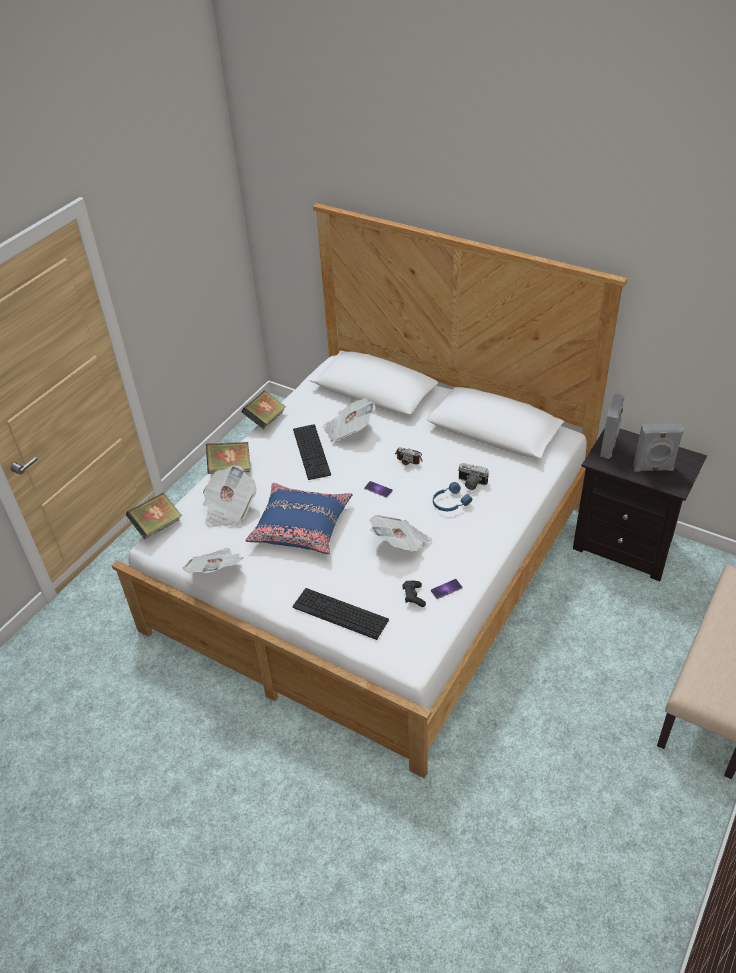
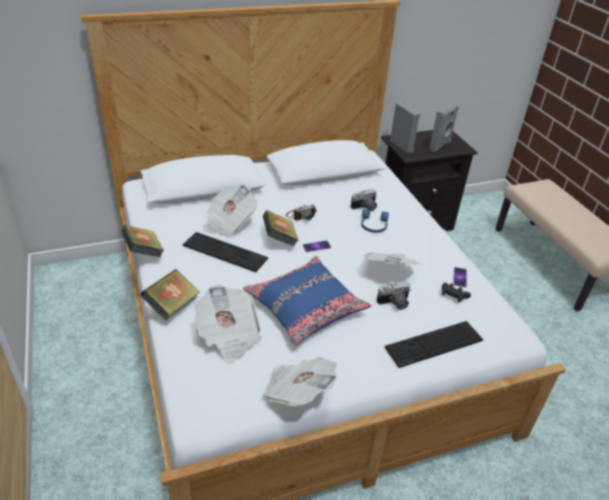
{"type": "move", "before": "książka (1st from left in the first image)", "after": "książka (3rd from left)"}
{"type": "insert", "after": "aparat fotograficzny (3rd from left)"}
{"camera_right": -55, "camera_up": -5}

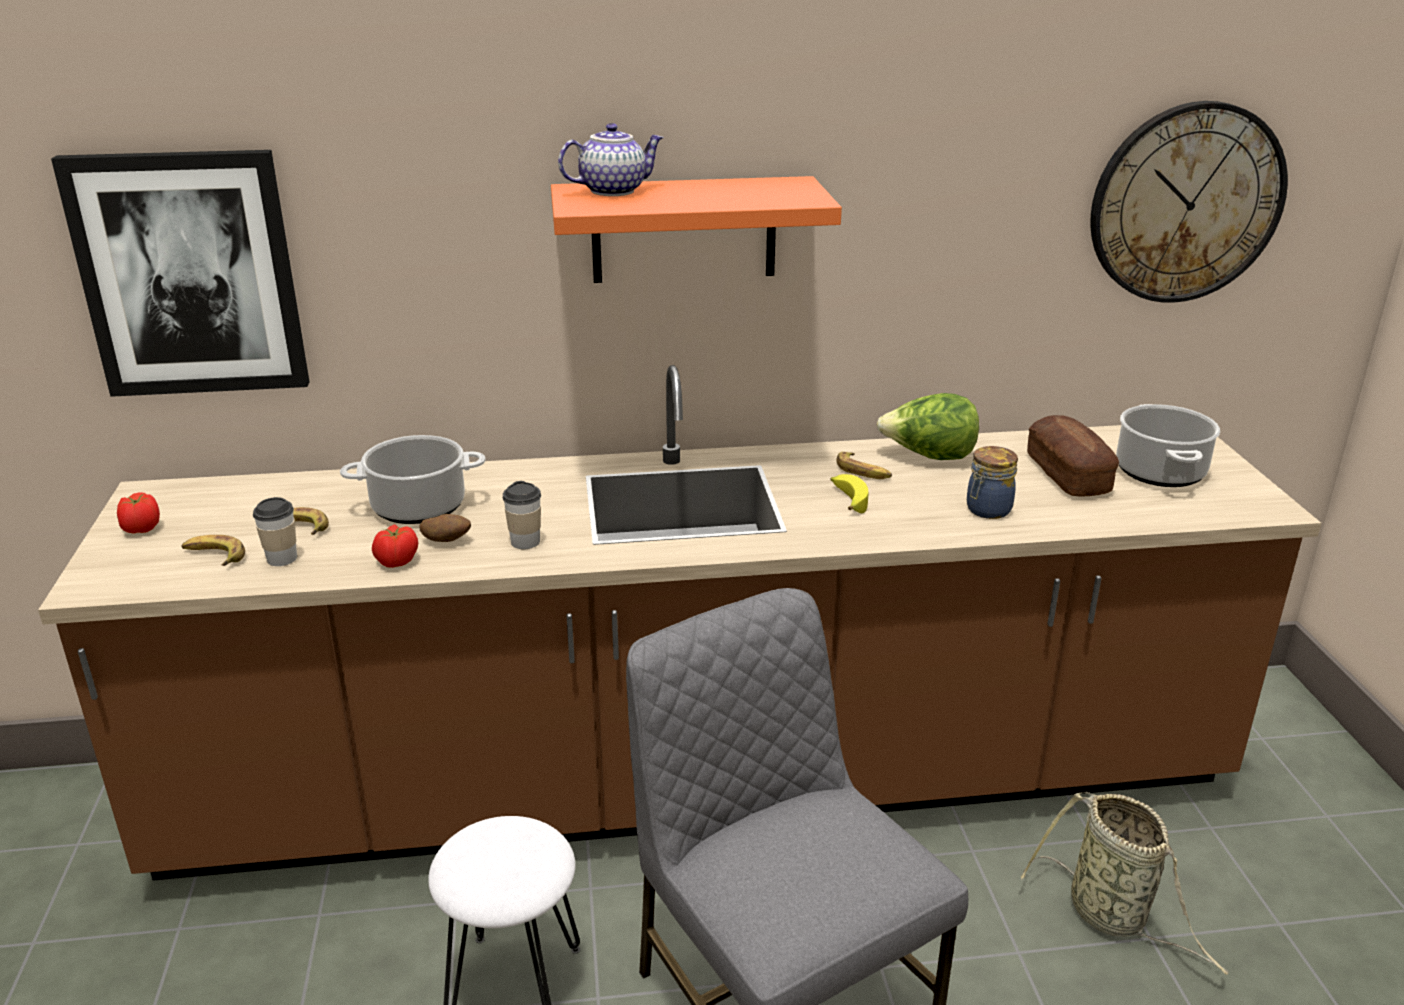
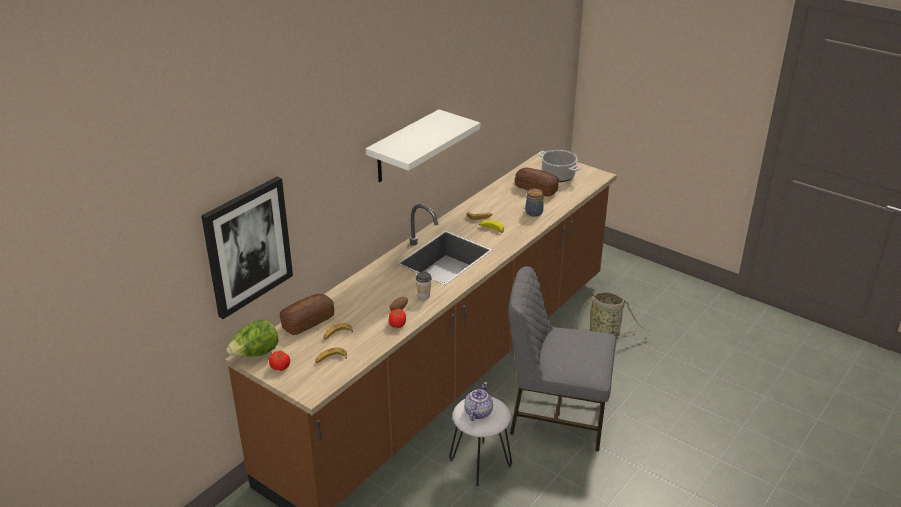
{"type": "delete", "before": "zegar ścienny"}
{"type": "move", "before": "imbryk"}
{"type": "recolor", "before": "półka [pomarańczowy]", "after": "półka [biały]"}
{"type": "move", "before": "sałata"}
{"type": "delete", "before": "garnek (1st from left)"}
{"type": "delete", "before": "filiżanka (1st from left)"}
{"type": "insert", "after": "chleb (1st from left)"}
{"camera_right": -45, "camera_up": 5}

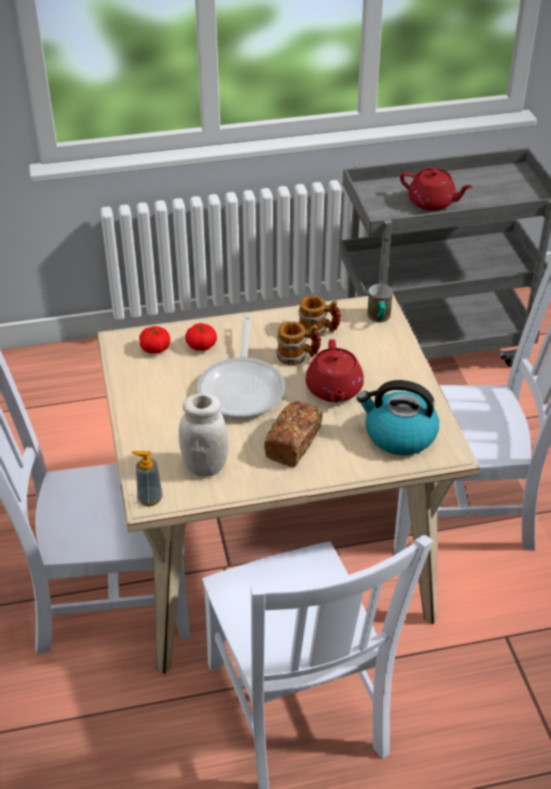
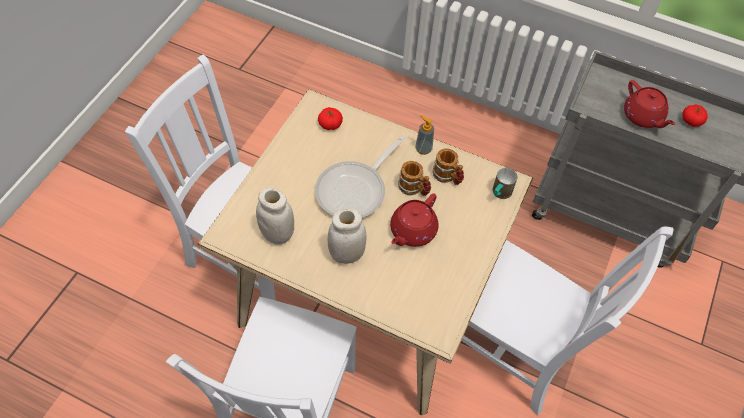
{"type": "move", "before": "pomidor (2nd from left)"}
{"type": "delete", "before": "czajnik"}
{"type": "replace", "before": "chleb", "after": "słoik [biały] (2nd from left)"}
{"type": "move", "before": "dozownik mydła"}
{"camera_right": 35, "camera_up": 15}

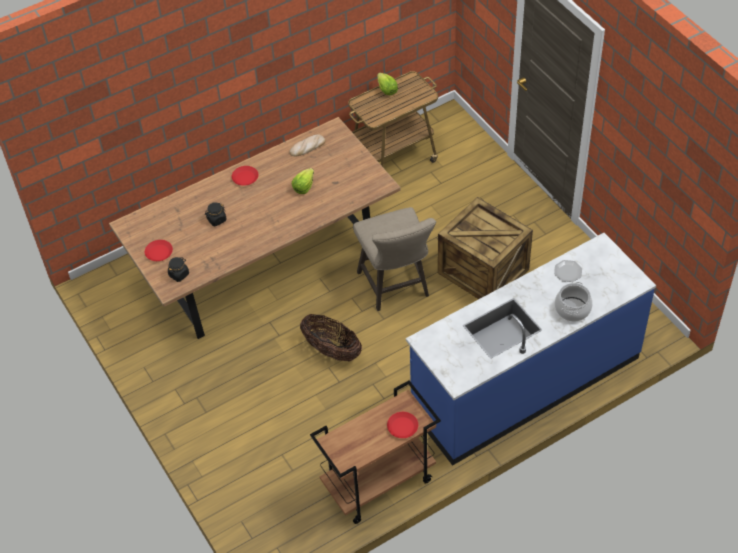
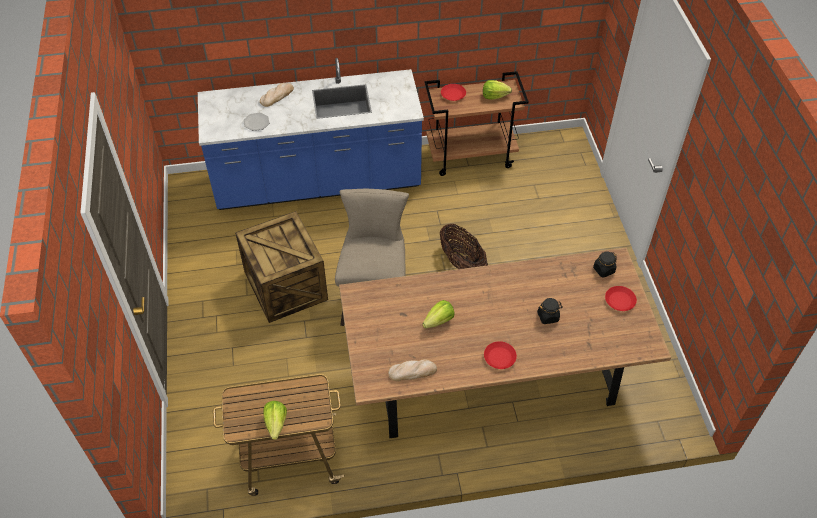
{"type": "replace", "before": "garnek", "after": "chleb (1st from left)"}
{"type": "insert", "after": "sałata (3rd from left)"}
{"camera_right": -160, "camera_up": 0}

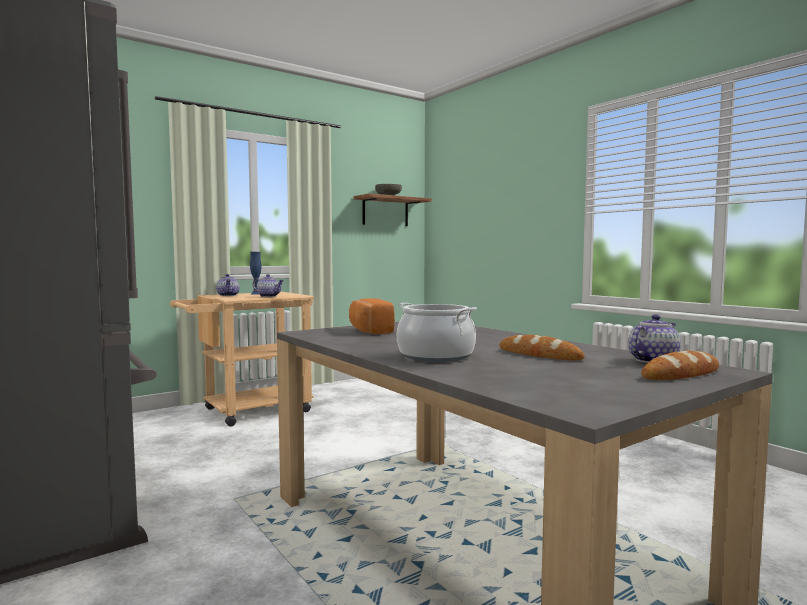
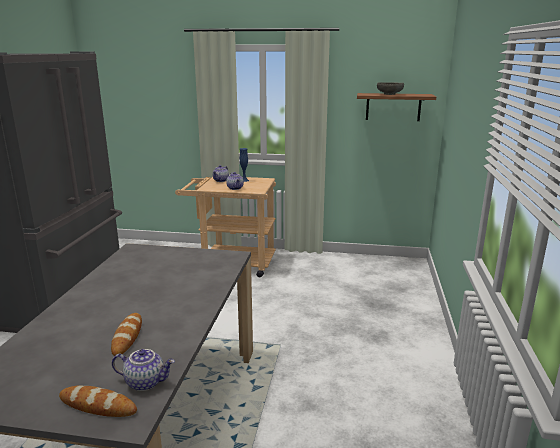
{"type": "delete", "before": "chleb (1st from left)"}
{"type": "delete", "before": "garnek"}
{"camera_right": 45, "camera_up": 15}

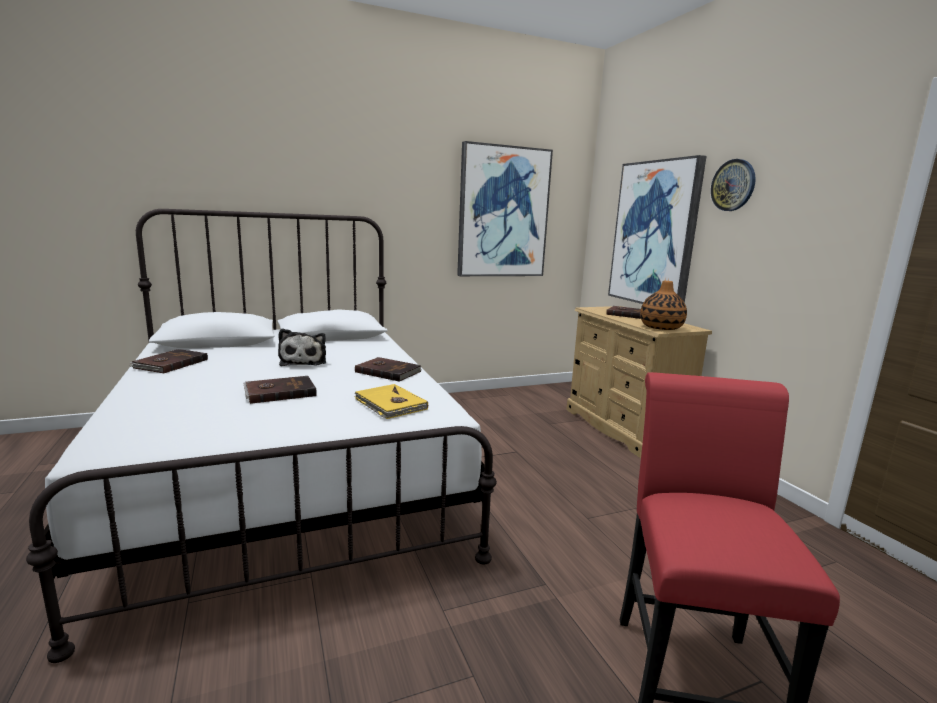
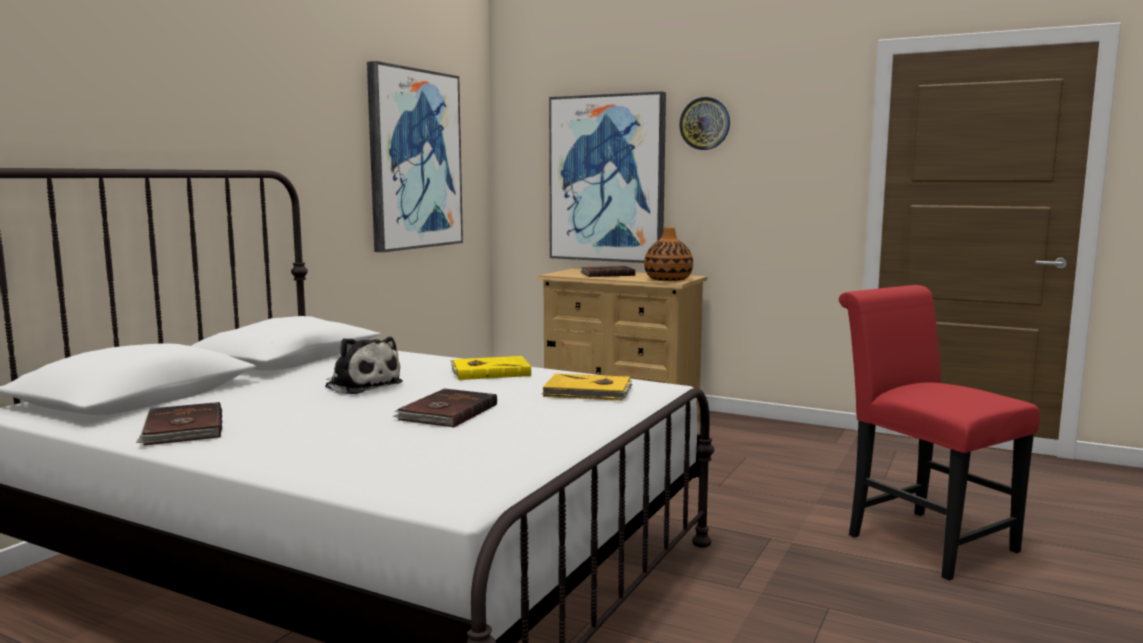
{"type": "recolor", "before": "książka [brązowy] (3rd from left)", "after": "książka [żółty] (1st from left)"}
{"camera_right": -40, "camera_up": -5}

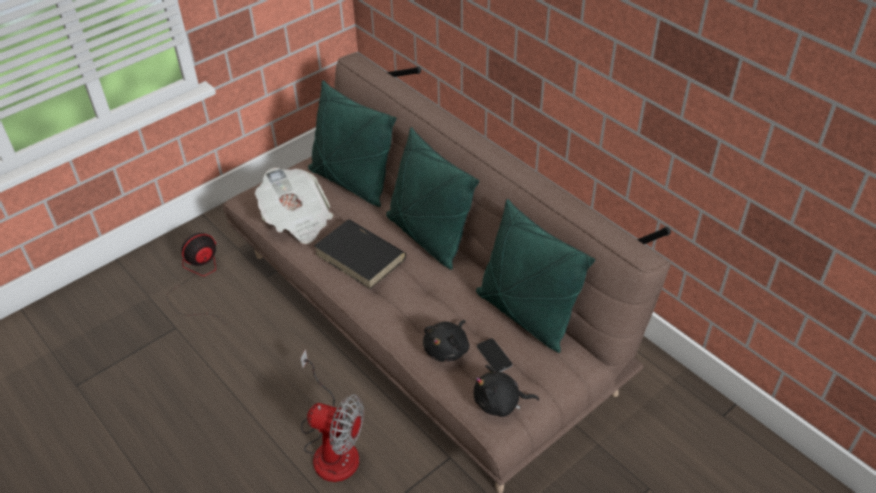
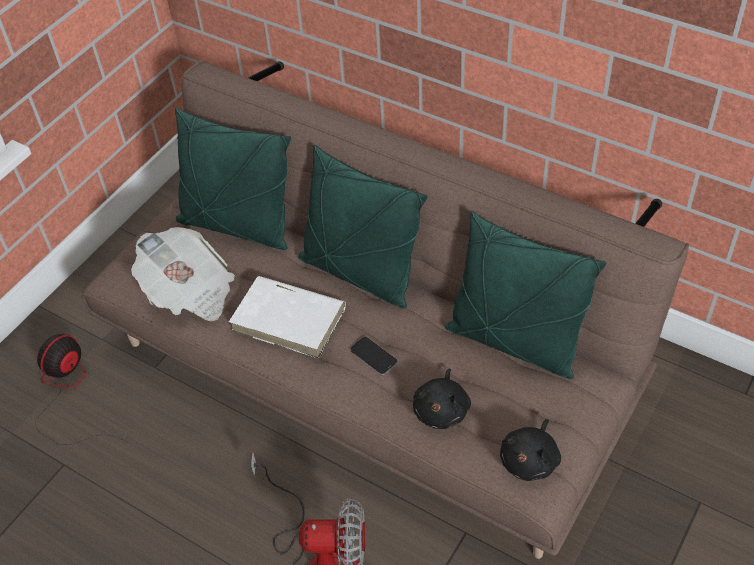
{"type": "recolor", "before": "książka [czarny]", "after": "książka [biały]"}
{"type": "move", "before": "telefon"}
{"type": "rotate", "before": "pluszak [czarny] (2nd from left)", "turn": -45}
{"camera_right": -15, "camera_up": 5}

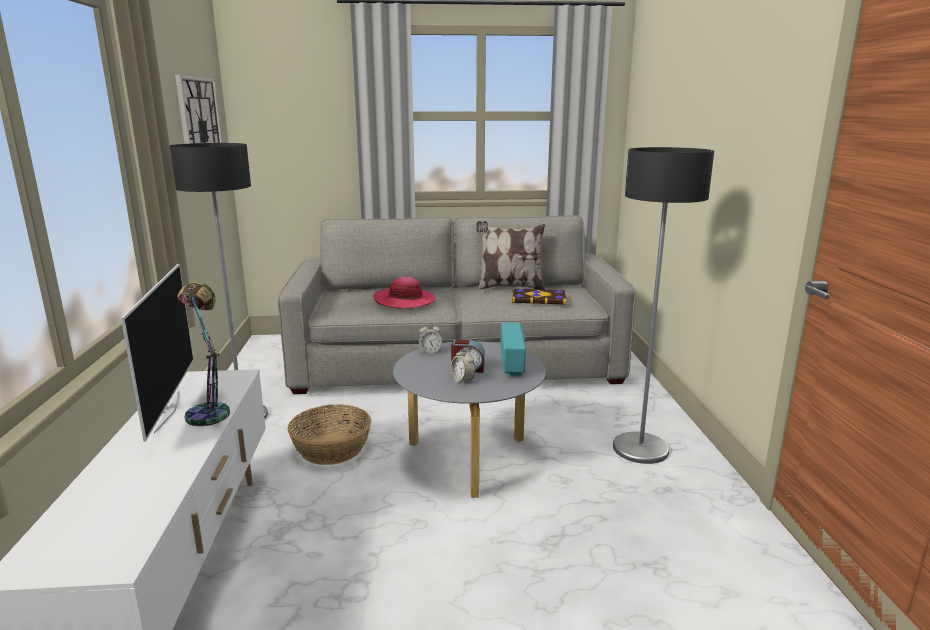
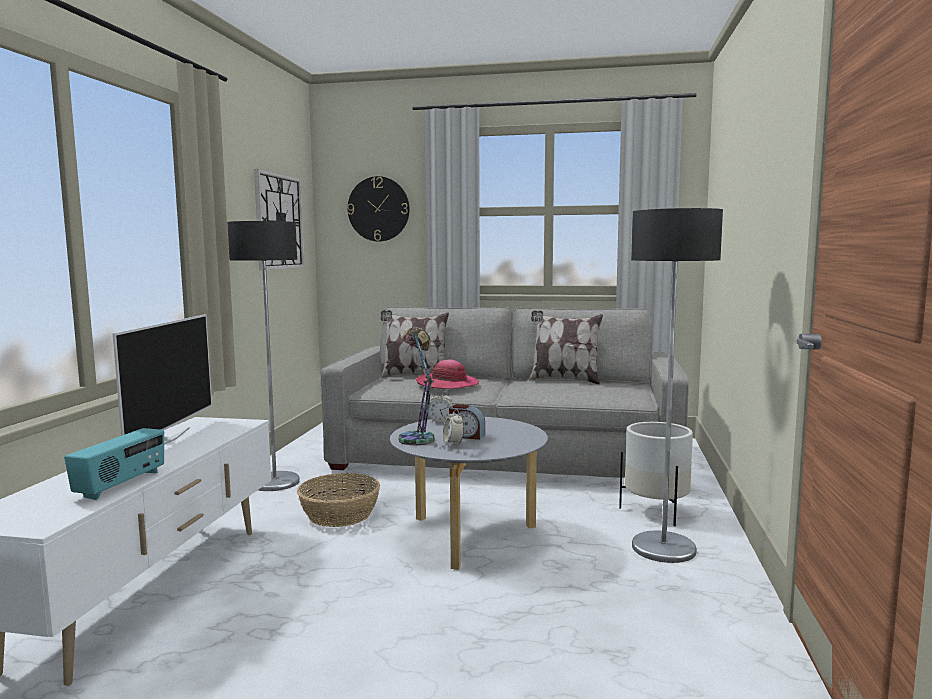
{"type": "move", "before": "lampa stołowa"}
{"type": "delete", "before": "książka"}
{"type": "move", "before": "radio"}
{"type": "insert", "after": "zegar ścienny (2nd from left)"}
{"type": "insert", "after": "poduszka (1st from left)"}
{"type": "insert", "after": "donica [biały]"}
{"camera_right": 15, "camera_up": -10}

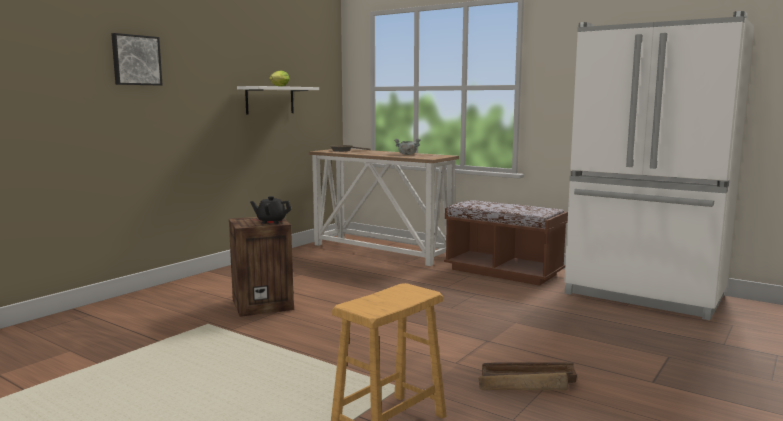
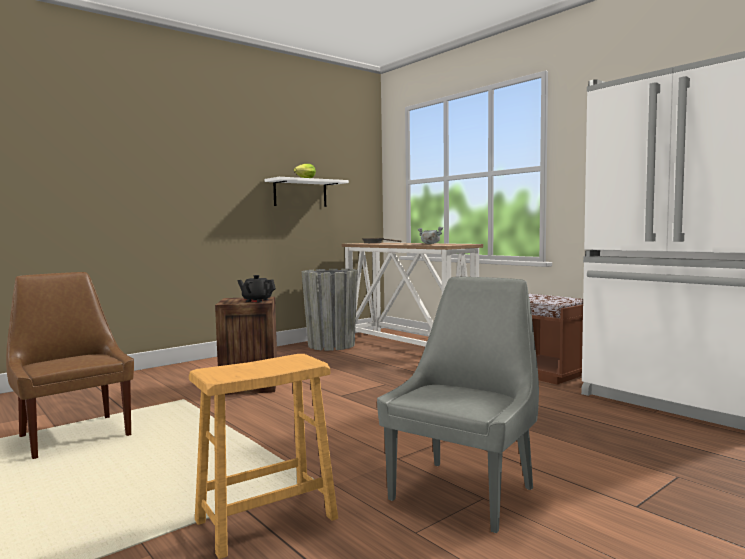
{"type": "delete", "before": "obraz"}
{"type": "replace", "before": "skrzynka (2nd from left)", "after": "krzesło [szary]"}
{"type": "insert", "after": "donica [szary]"}
{"type": "insert", "after": "krzesło [brązowy]"}
{"camera_right": 15, "camera_up": -5}

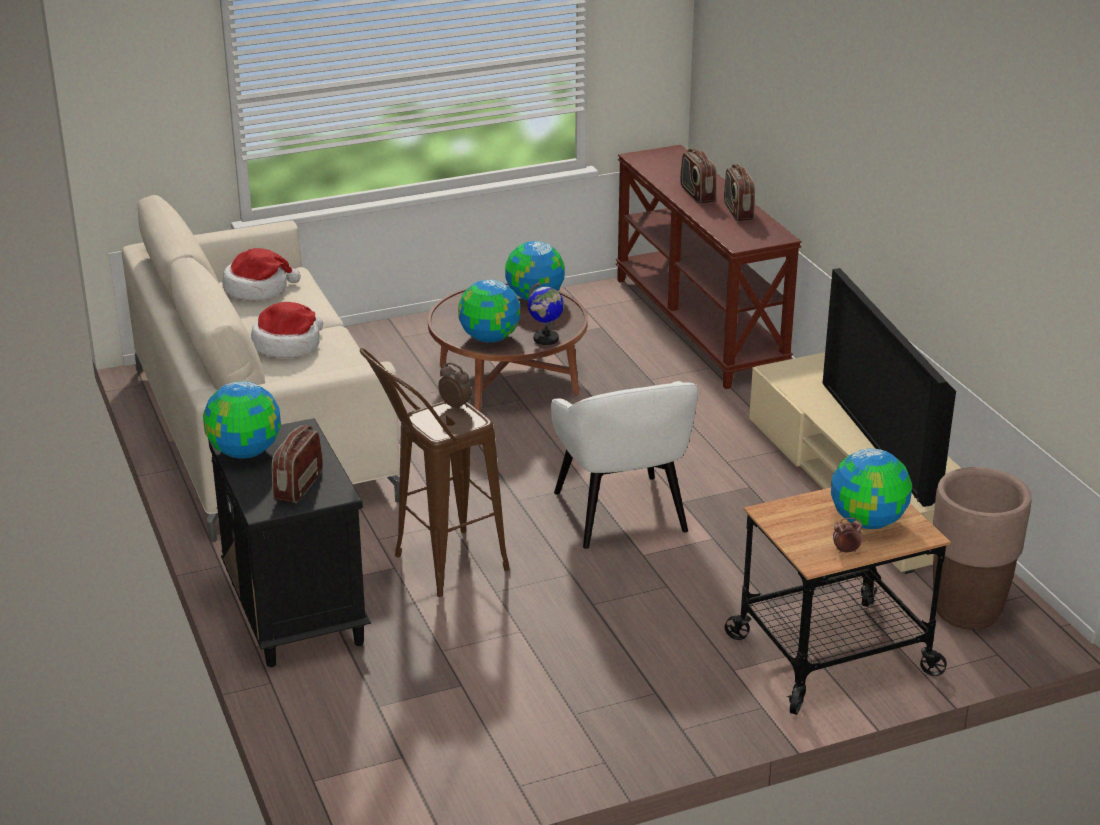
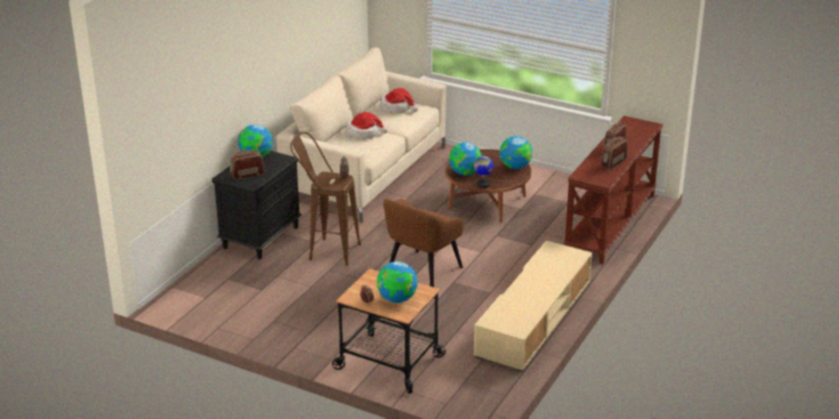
{"type": "delete", "before": "telewizor"}
{"type": "recolor", "before": "fotel [biały]", "after": "fotel [brązowy]"}
{"type": "delete", "before": "donica [brązowy]"}
{"camera_right": 50, "camera_up": 0}

